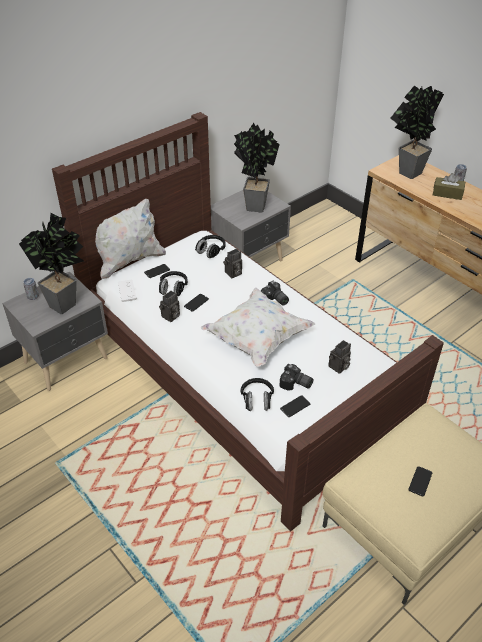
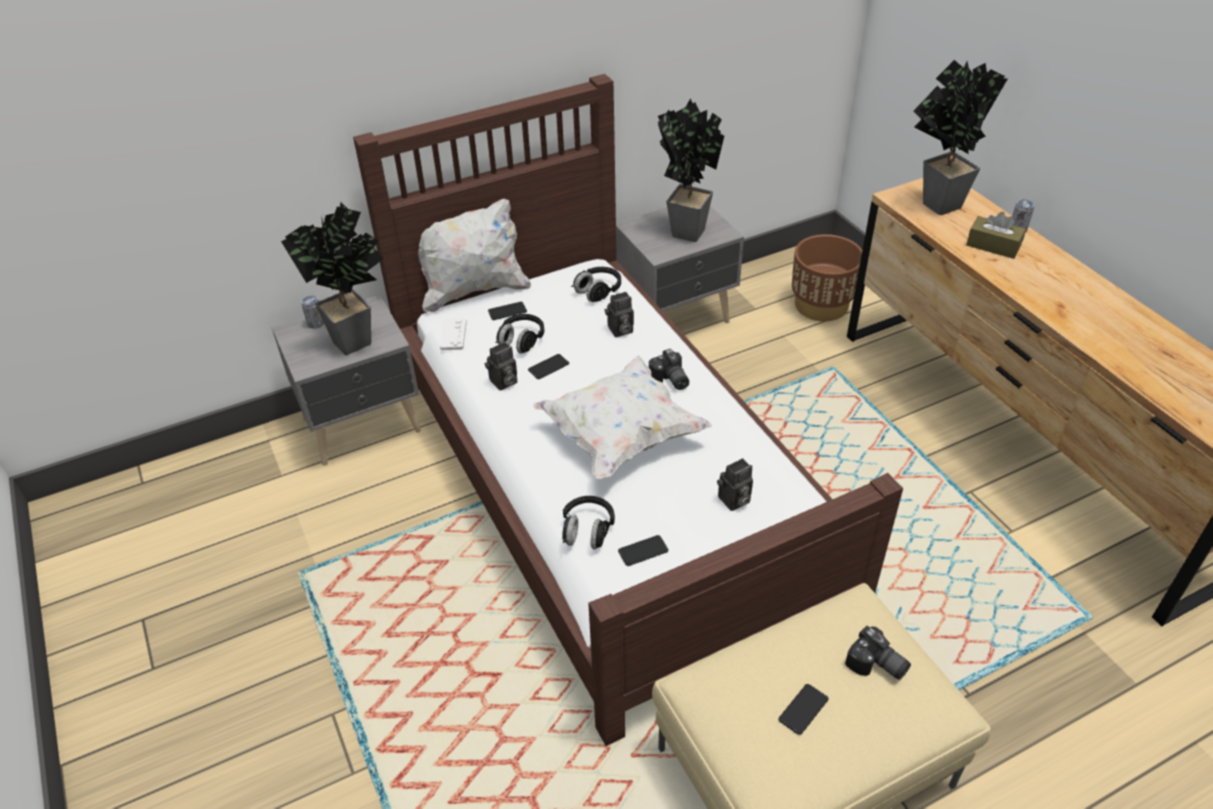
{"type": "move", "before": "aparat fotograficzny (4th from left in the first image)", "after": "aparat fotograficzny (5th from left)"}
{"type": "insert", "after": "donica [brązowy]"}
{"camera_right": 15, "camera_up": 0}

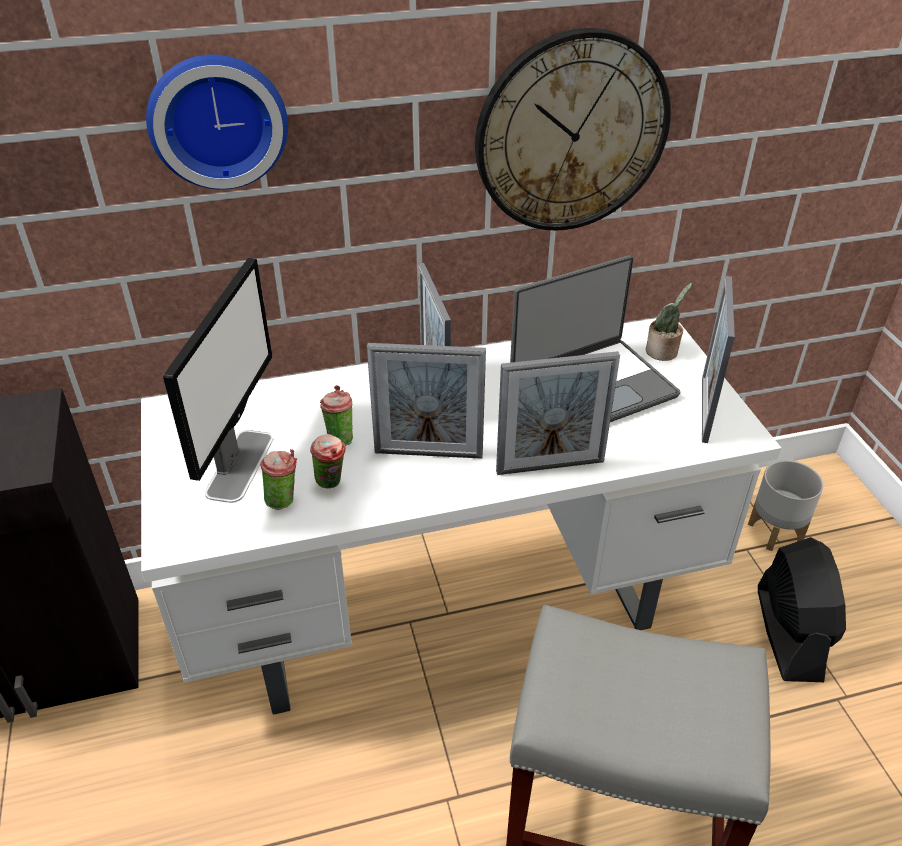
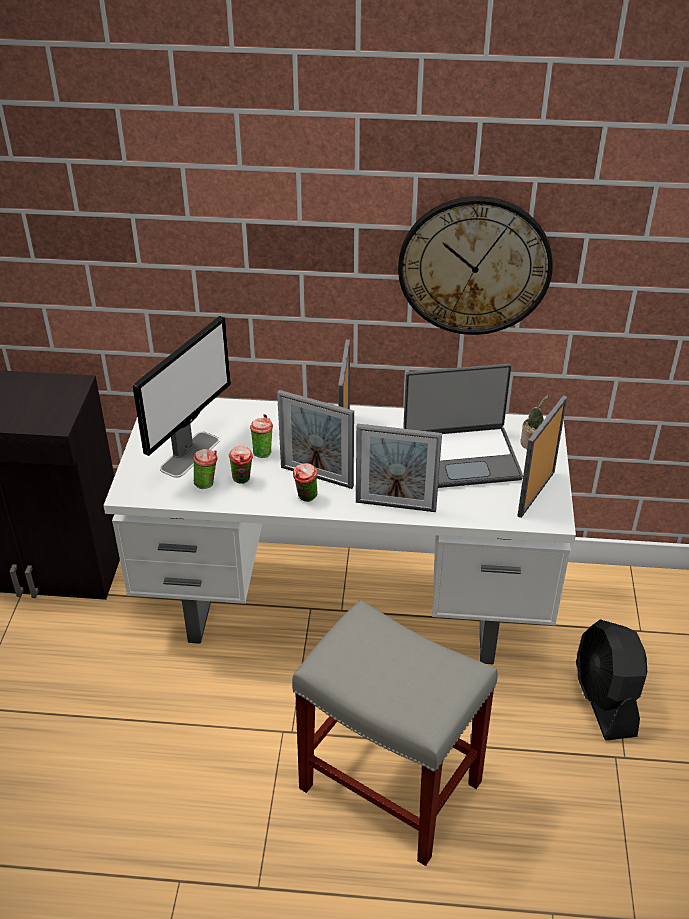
{"type": "delete", "before": "zegar ścienny (1st from left)"}
{"type": "delete", "before": "donica [szary]"}
{"type": "rotate", "before": "wentylator [czarny]", "turn": 150}
{"type": "insert", "after": "filiżanka (4th from left)"}
{"camera_right": 20, "camera_up": 0}

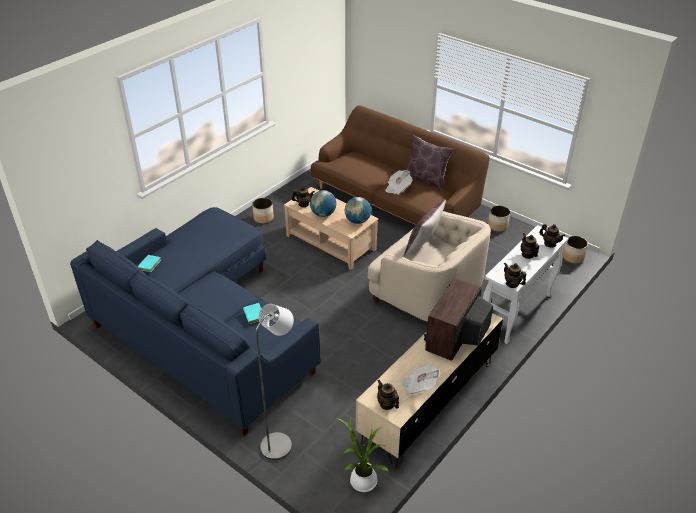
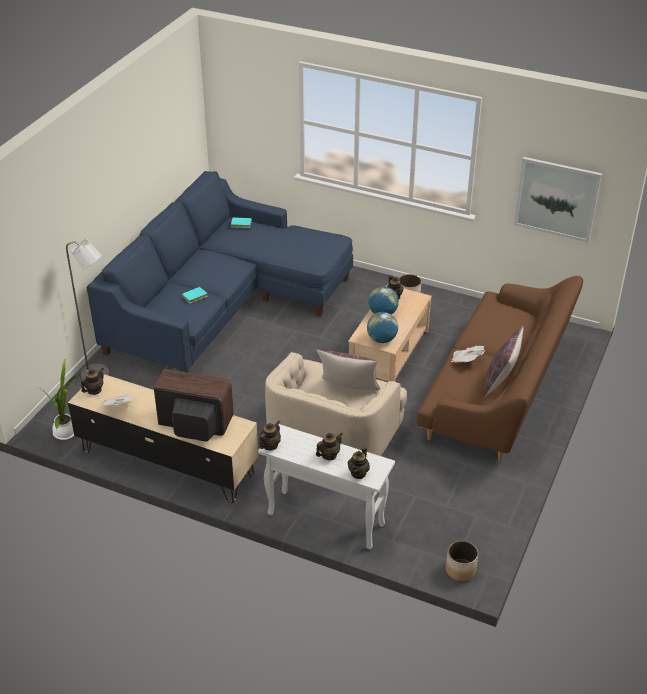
{"type": "delete", "before": "donica (2nd from left)"}
{"type": "insert", "after": "obraz"}
{"camera_right": 75, "camera_up": 0}

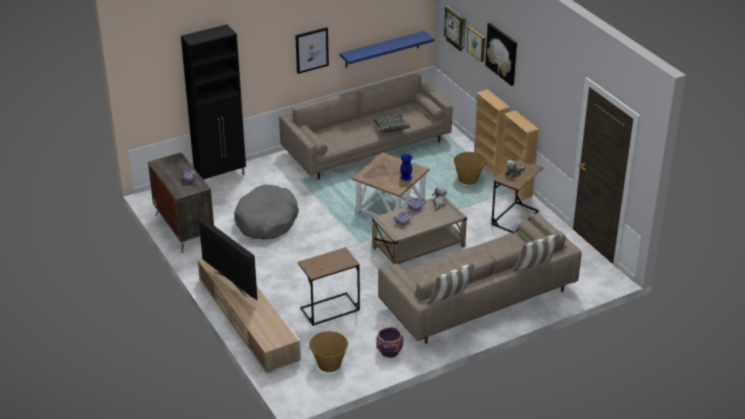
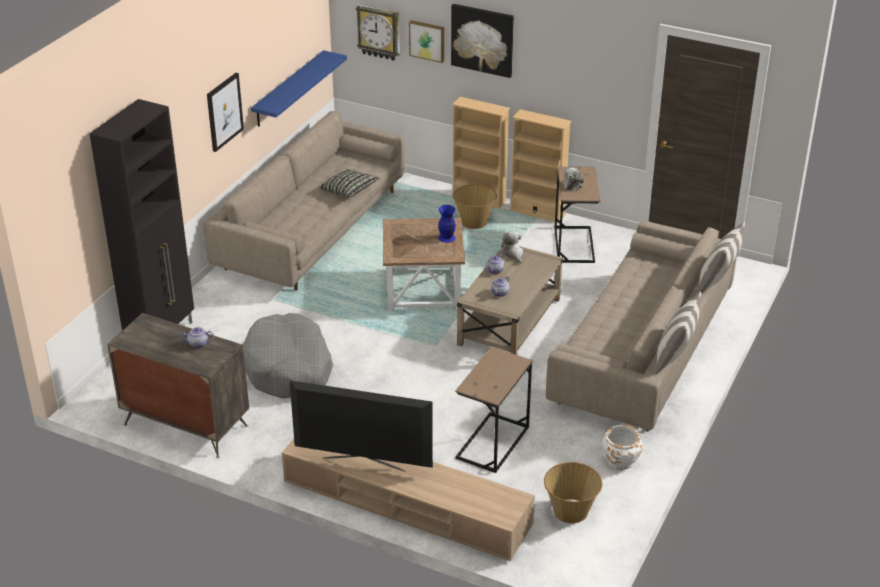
{"type": "recolor", "before": "donica [fioletowy]", "after": "donica [biały]"}
{"camera_right": -35, "camera_up": 0}

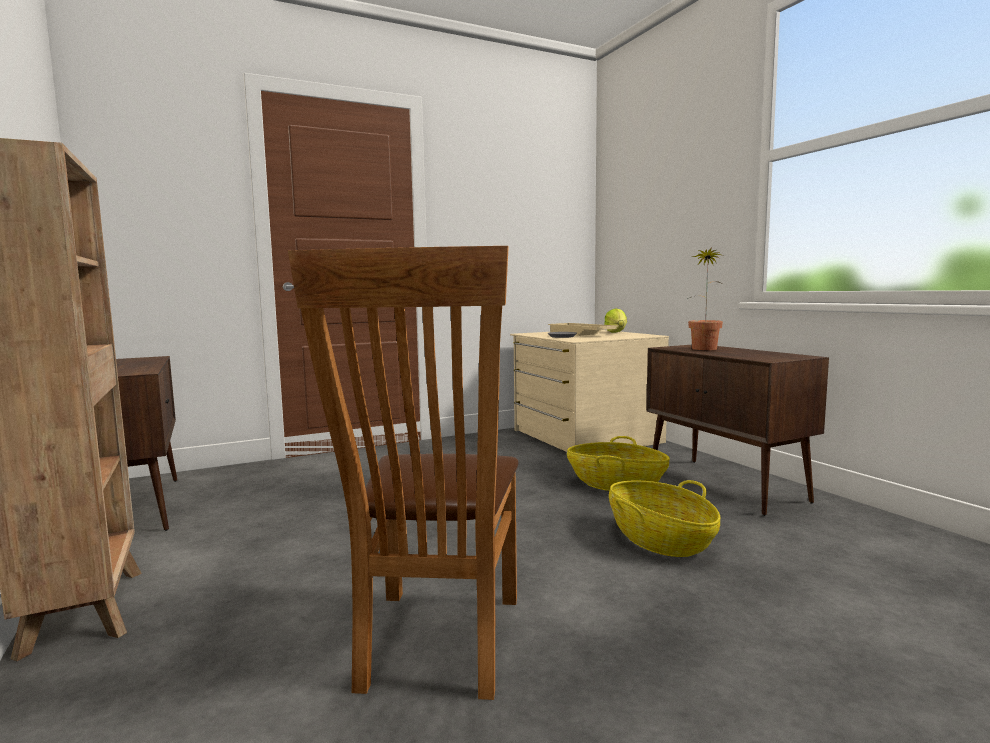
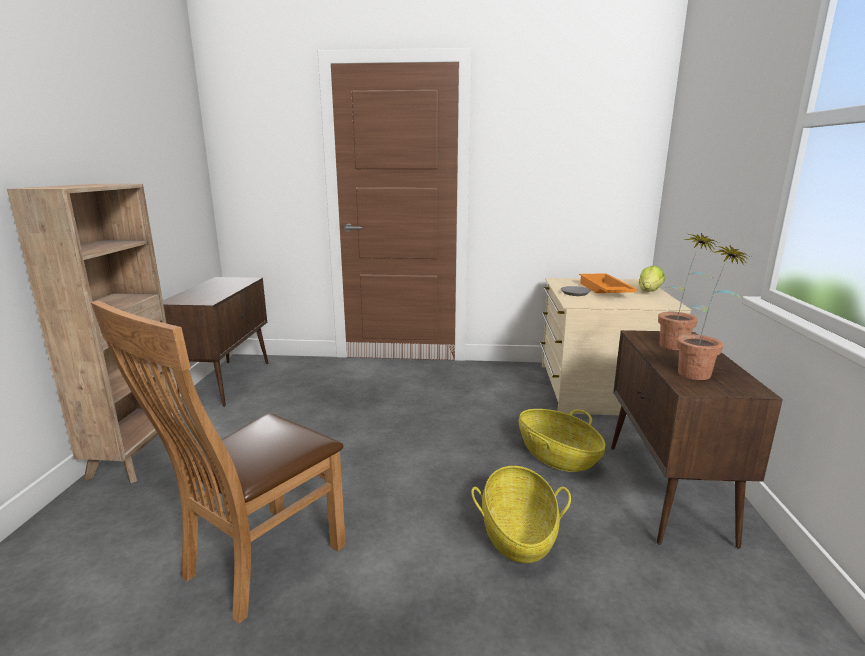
{"type": "recolor", "before": "taca [beżowy]", "after": "taca [pomarańczowy]"}
{"type": "insert", "after": "roślina doniczkowa (2nd from left)"}
{"camera_right": 30, "camera_up": 10}

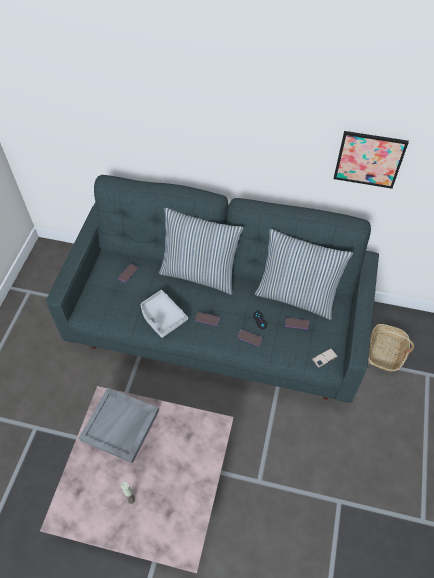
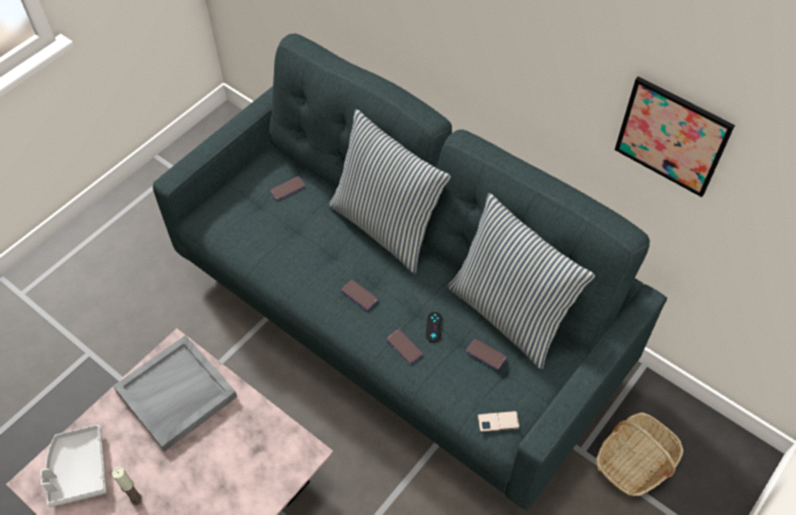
{"type": "move", "before": "taca [szary] (2nd from left in the first image)", "after": "taca [szary] (1st from left)"}
{"camera_right": 25, "camera_up": 0}

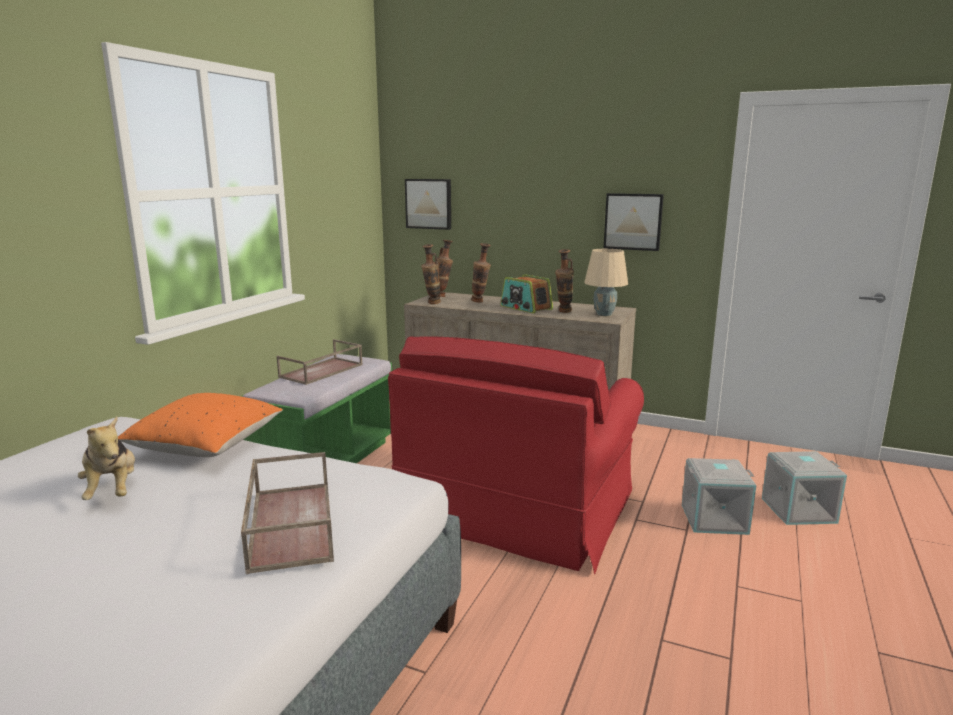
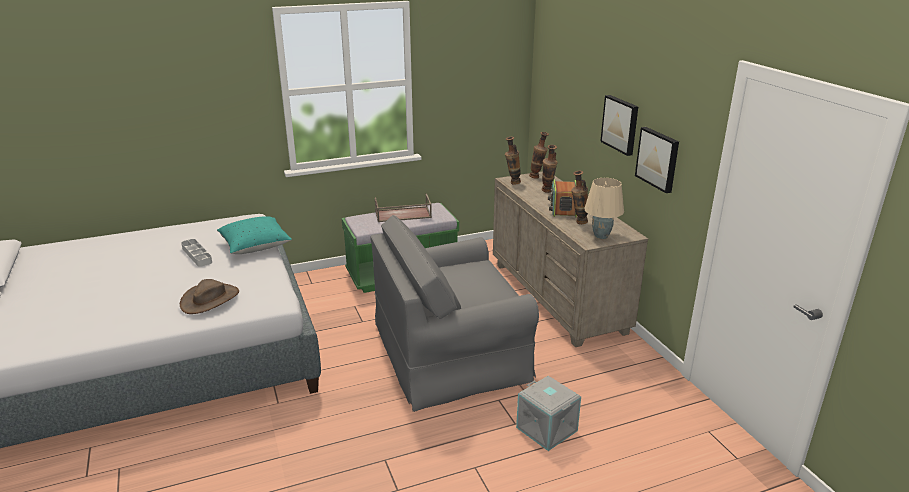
{"type": "move", "before": "obraz (1st from left)"}
{"type": "recolor", "before": "fotel [czerwony]", "after": "fotel [szary]"}
{"type": "recolor", "before": "poduszka [pomarańczowy]", "after": "poduszka [turkusowy]"}
{"type": "replace", "before": "pluszak", "after": "taca [szary]"}
{"type": "delete", "before": "pojemnik do przechowywania [szary] (2nd from left)"}
{"type": "replace", "before": "taca [brązowy] (1st from left)", "after": "kapelusz [brązowy]"}
{"camera_right": 45, "camera_up": 10}

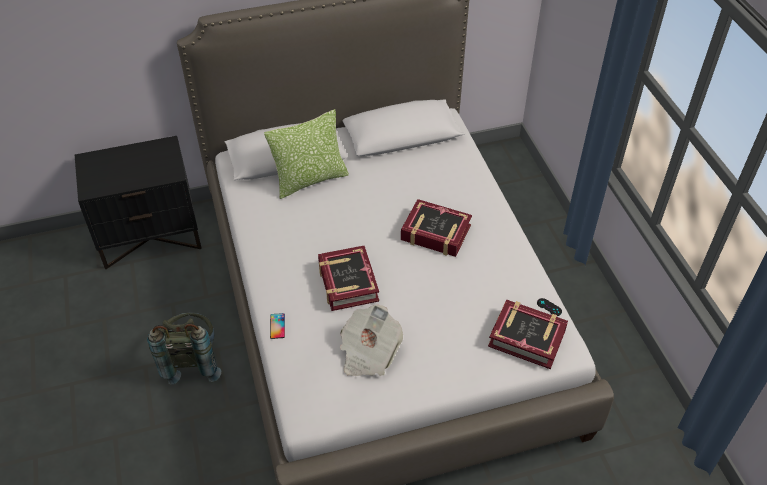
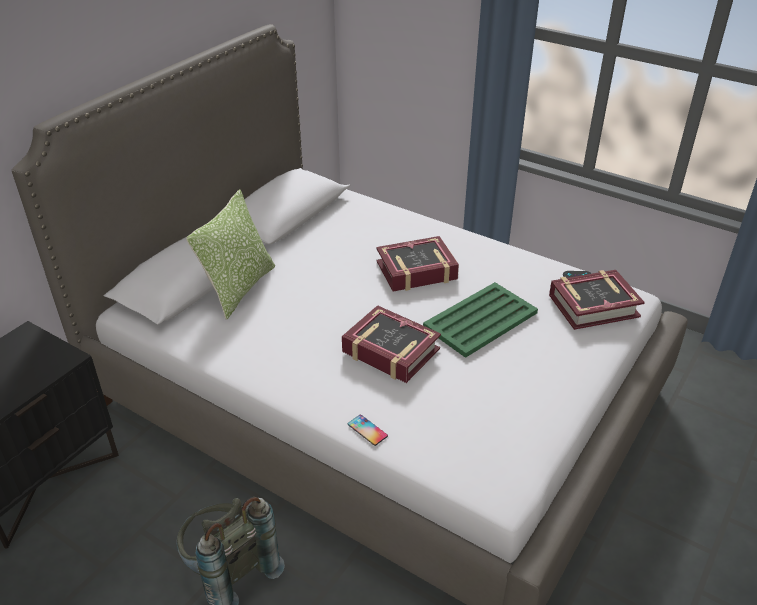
{"type": "delete", "before": "gazeta"}
{"type": "insert", "after": "taca [zielony]"}
{"camera_right": -40, "camera_up": -10}

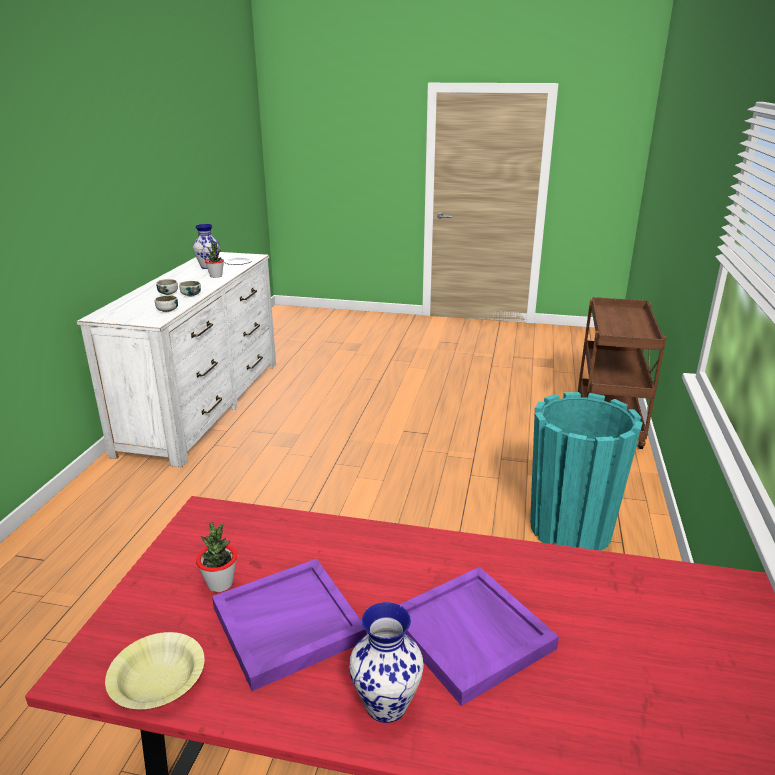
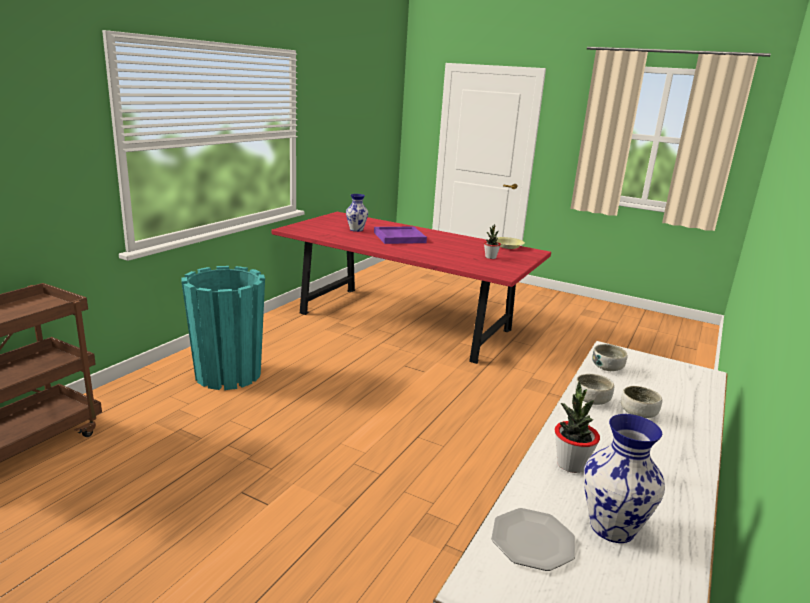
{"type": "delete", "before": "taca [fioletowy] (1st from left)"}
{"type": "move", "before": "wazon (2nd from left in the first image)", "after": "wazon (1st from left)"}
{"camera_right": -165, "camera_up": -5}

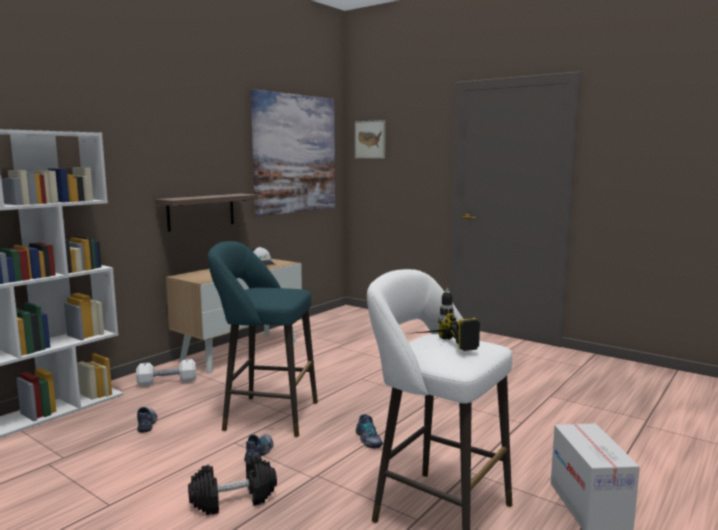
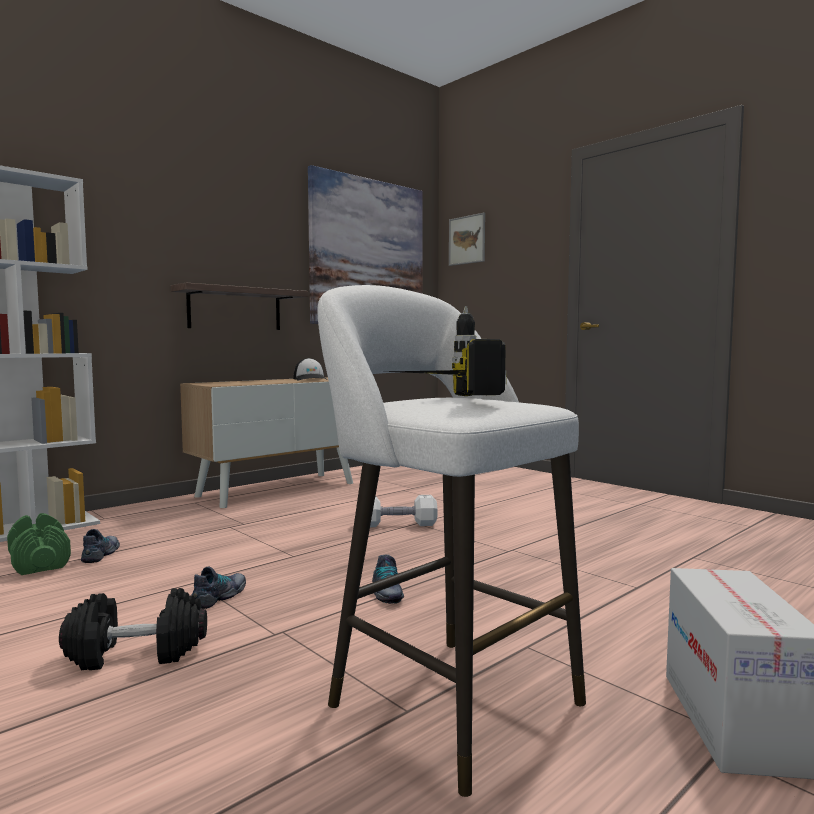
{"type": "delete", "before": "stołek [turkusowy]"}
{"type": "move", "before": "hantel [biały]"}
{"type": "insert", "after": "hantel [zielony]"}
{"camera_right": 10, "camera_up": -5}

